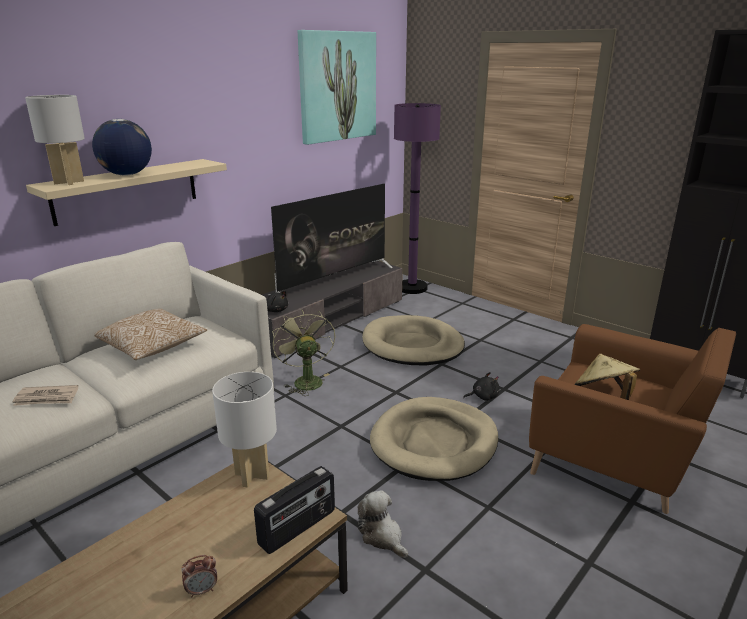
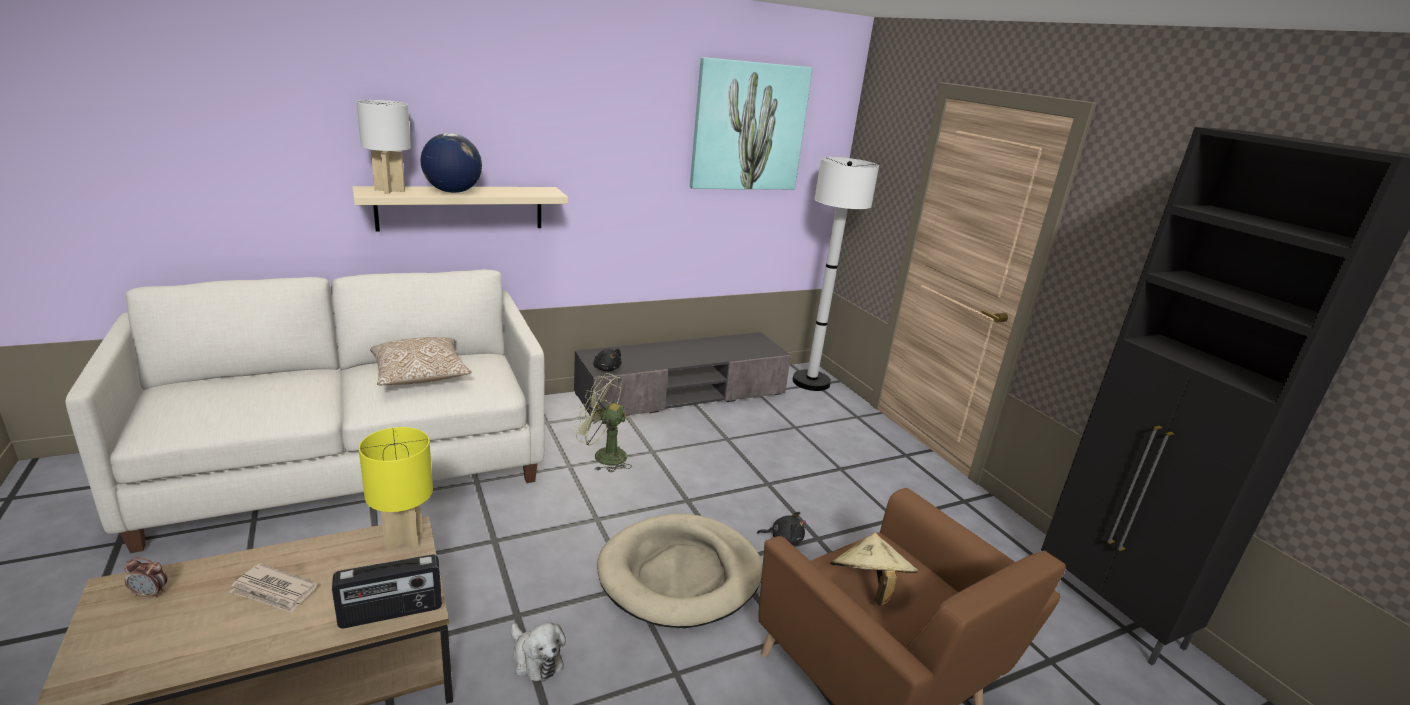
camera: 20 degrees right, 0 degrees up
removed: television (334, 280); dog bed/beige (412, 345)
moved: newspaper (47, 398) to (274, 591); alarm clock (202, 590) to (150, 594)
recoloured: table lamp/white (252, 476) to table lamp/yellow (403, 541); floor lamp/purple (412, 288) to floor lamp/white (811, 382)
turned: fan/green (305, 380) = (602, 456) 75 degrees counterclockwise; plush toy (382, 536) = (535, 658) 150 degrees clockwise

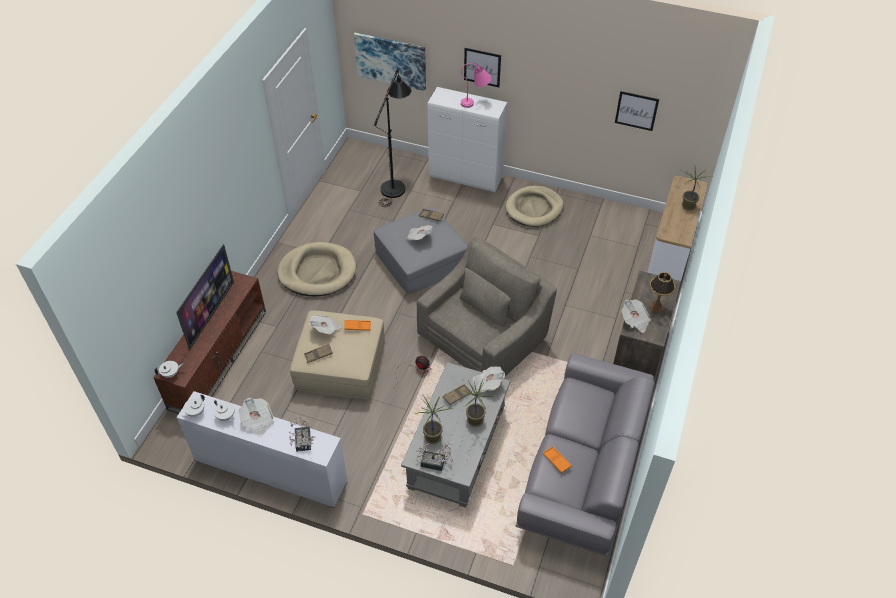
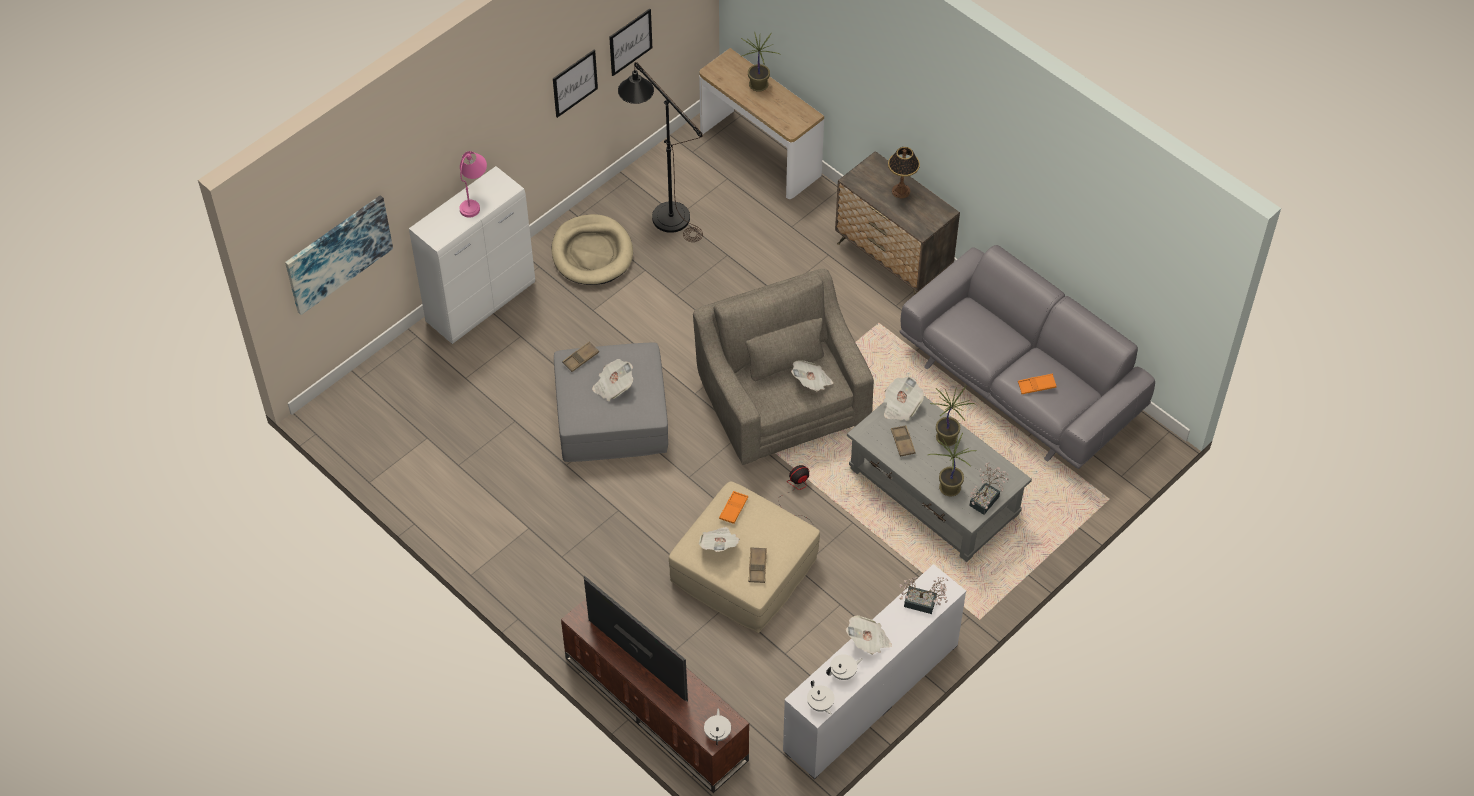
camera: 65 degrees left, 5 degrees up
removed: dog bed/beige (317, 272)
moved: floor lamp/black (395, 184) to (663, 211); picture (482, 67) to (574, 83); newspaper (634, 321) to (812, 382)

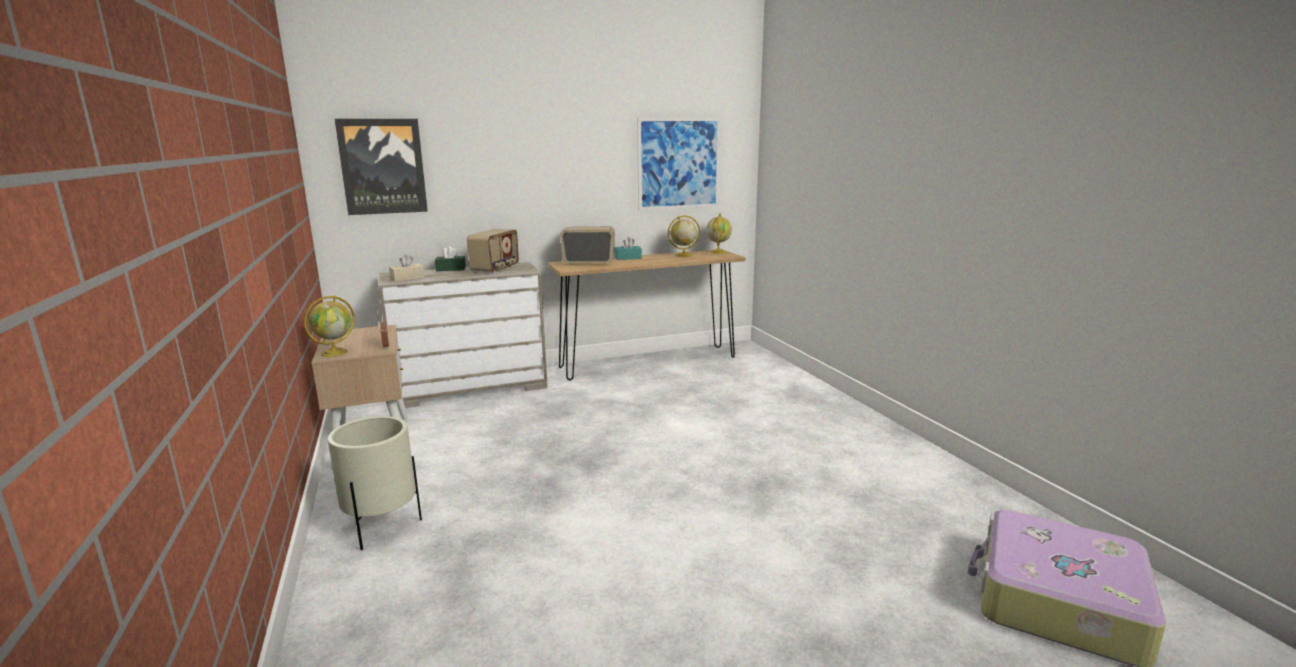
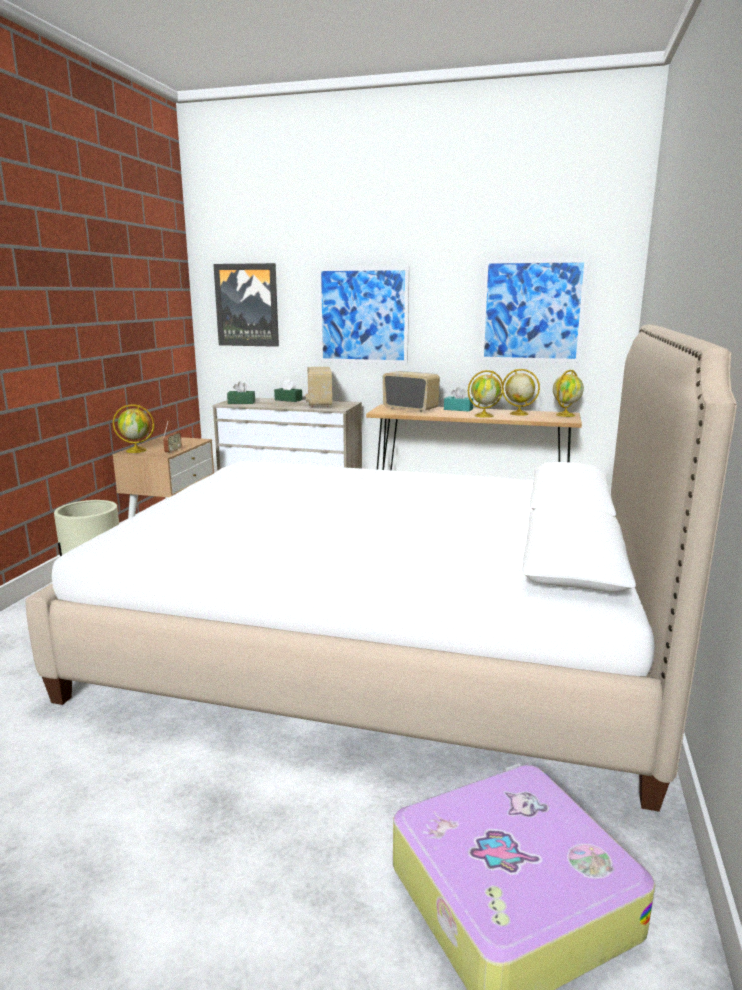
camera: 35 degrees right, 0 degrees up
added: bed (379, 641); picture (363, 315); globe (484, 415)
recoloured: tissue box/beige (407, 278) to tissue box/green (241, 403)
turned: radio (496, 269) = (319, 404) 120 degrees clockwise

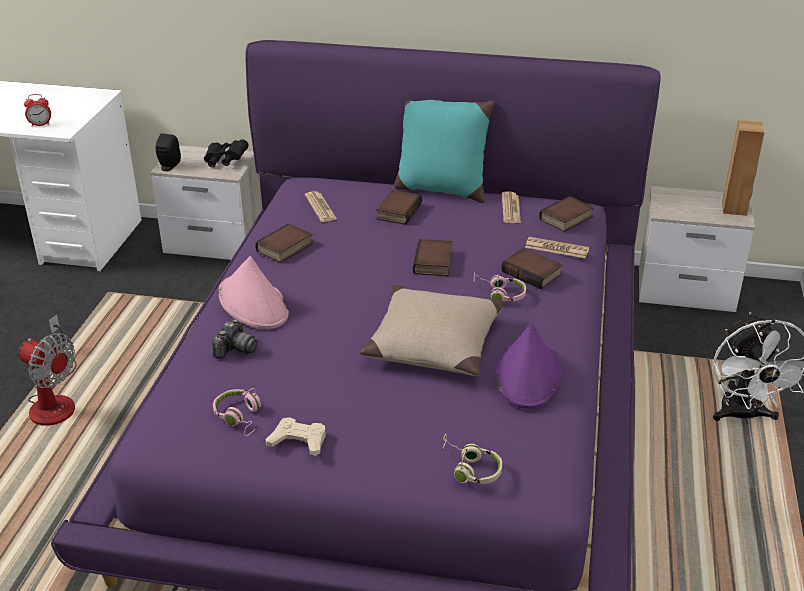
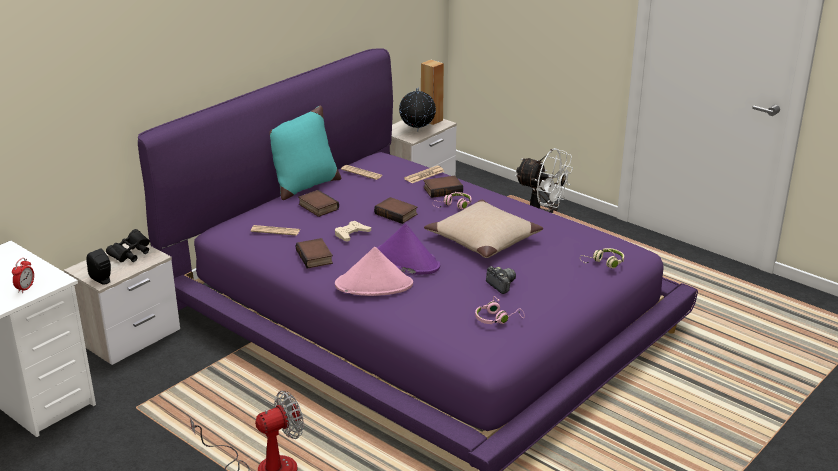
camera: 60 degrees left, 5 degrees down
removed: book (566, 219)
added: globe (417, 131)
moved: photo camera (235, 349) to (501, 285); game controller/beige (298, 441) to (351, 234); hat/purple (527, 374) to (406, 260)

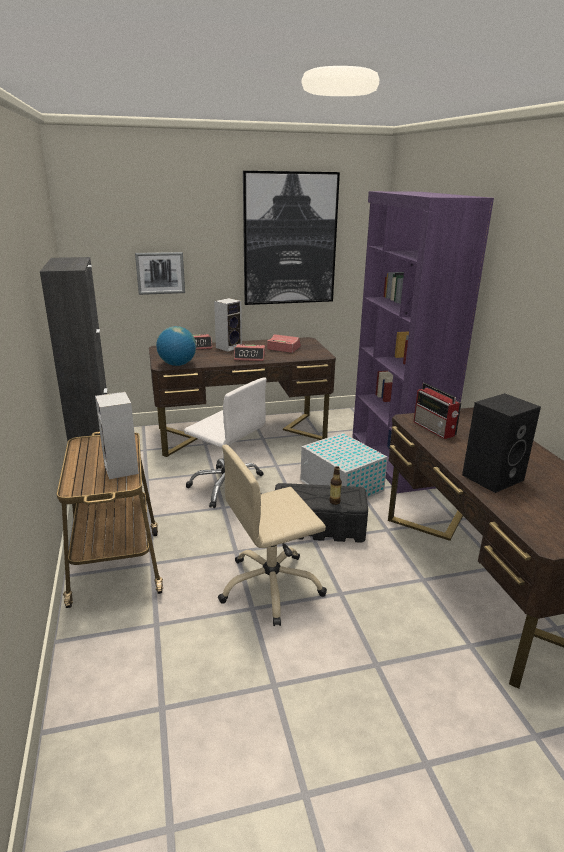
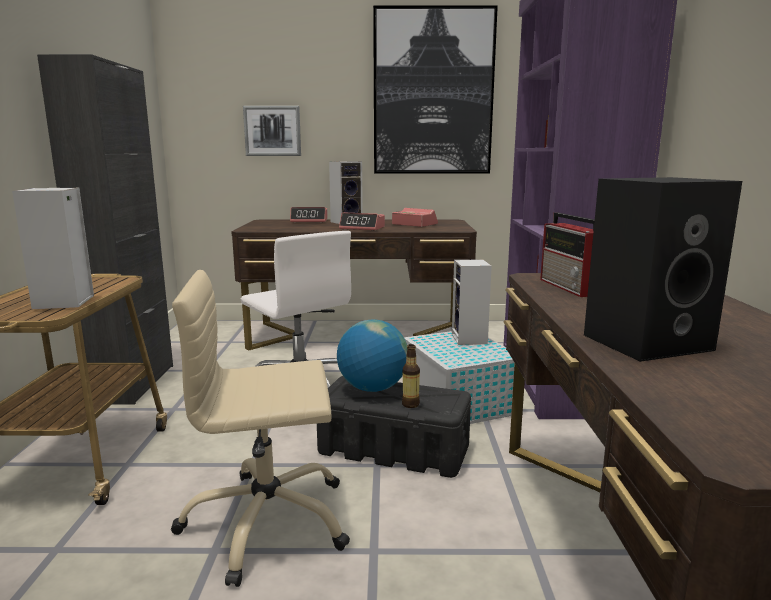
camera: 15 degrees right, 10 degrees down
added: speaker (470, 339)
moved: globe (177, 364) to (372, 388)

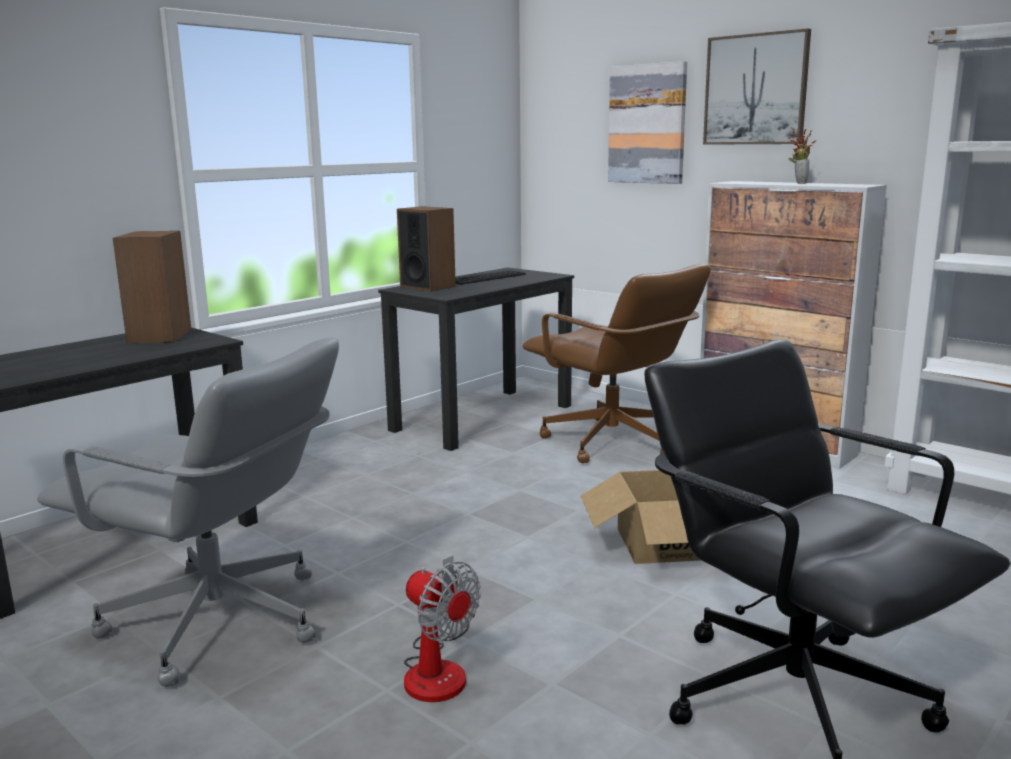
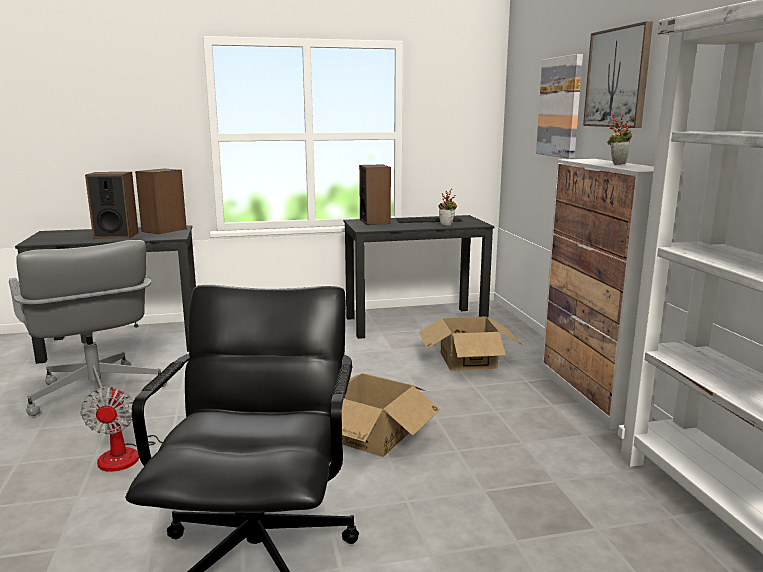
camera: 35 degrees right, 0 degrees up
added: speaker (116, 235); potted plant (447, 224)
replaced: office chair/brown (612, 443) to cardboard box (467, 360)

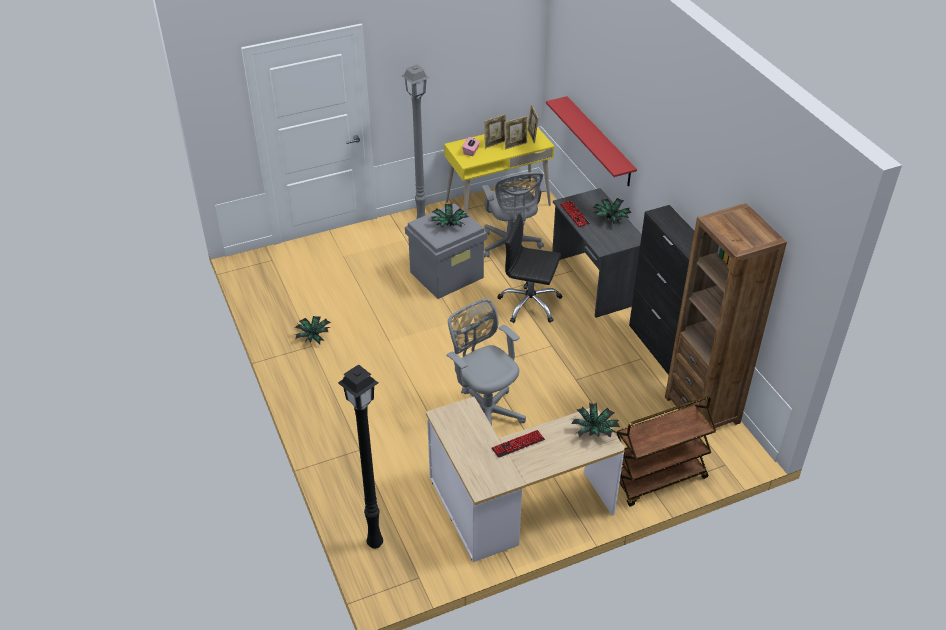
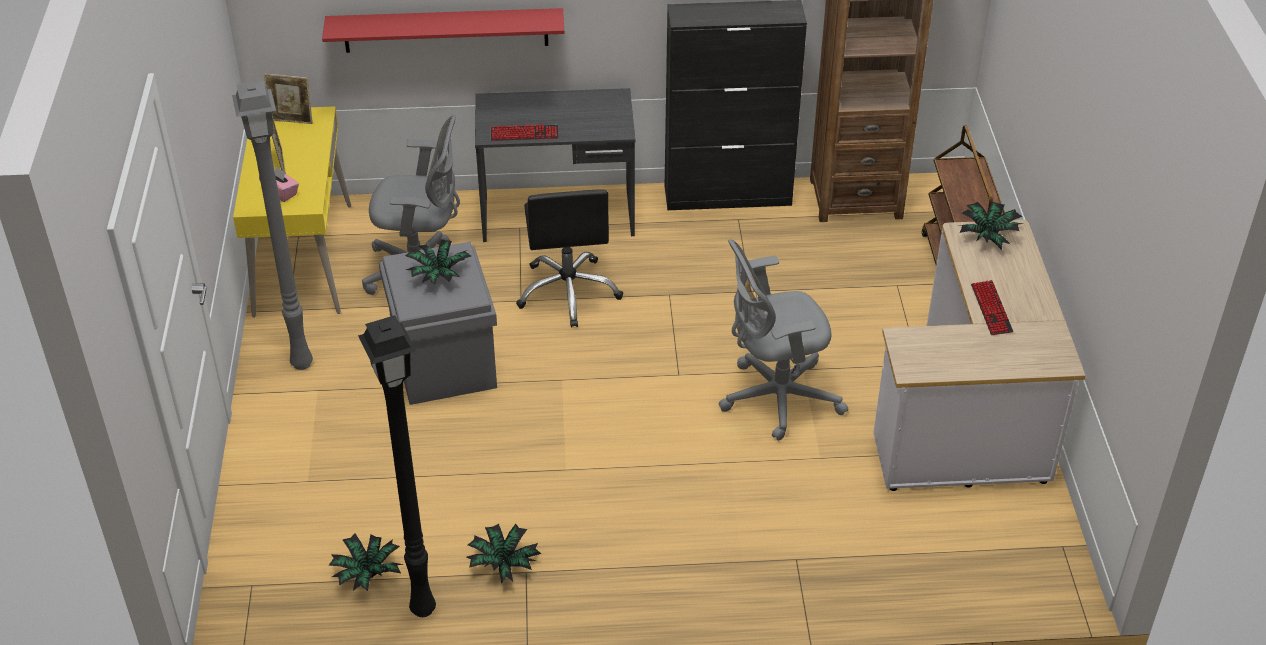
camera: 70 degrees left, 0 degrees up
removed: picture frame (515, 145)
moved: floor lamp/black (376, 543) to (424, 607); potted plant (610, 218) to (367, 574)
turned: office chair/black (529, 304) = (569, 291) 45 degrees counterclockwise

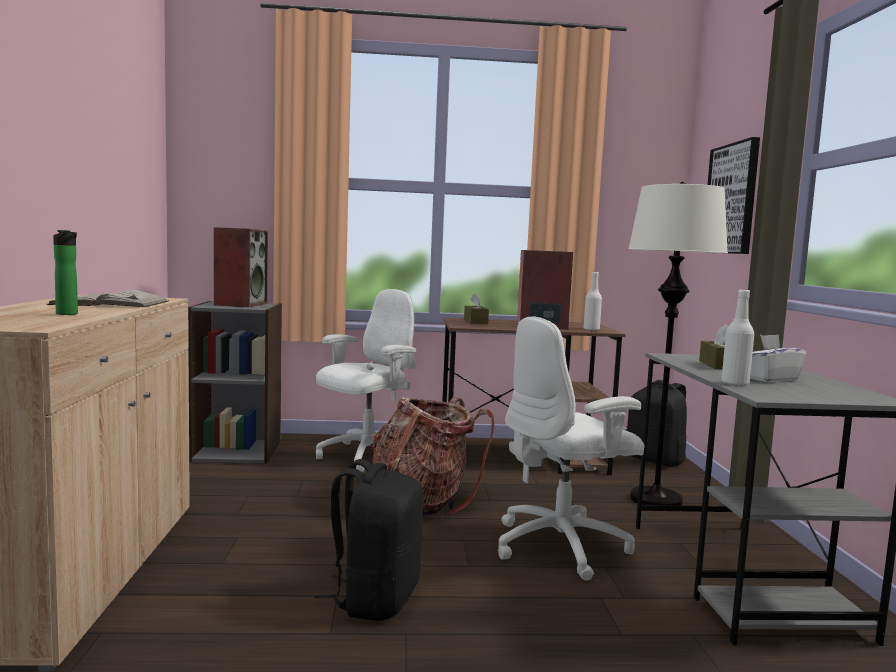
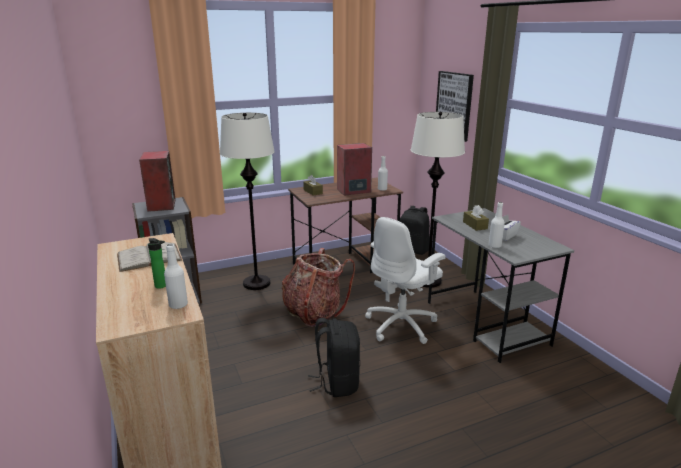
camera: 20 degrees left, 15 degrees up
added: bottle/white (178, 305)
replaced: office chair/white (366, 456) to floor lamp/white (257, 283)

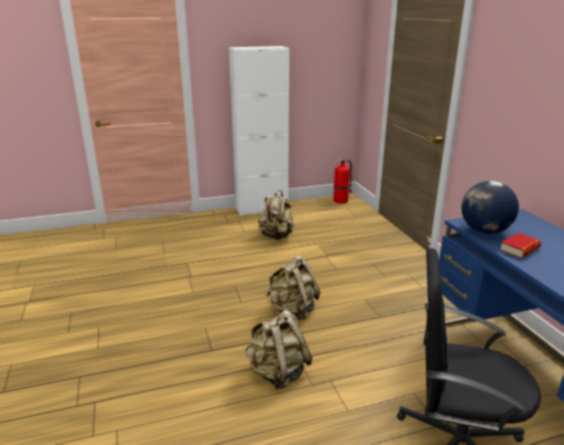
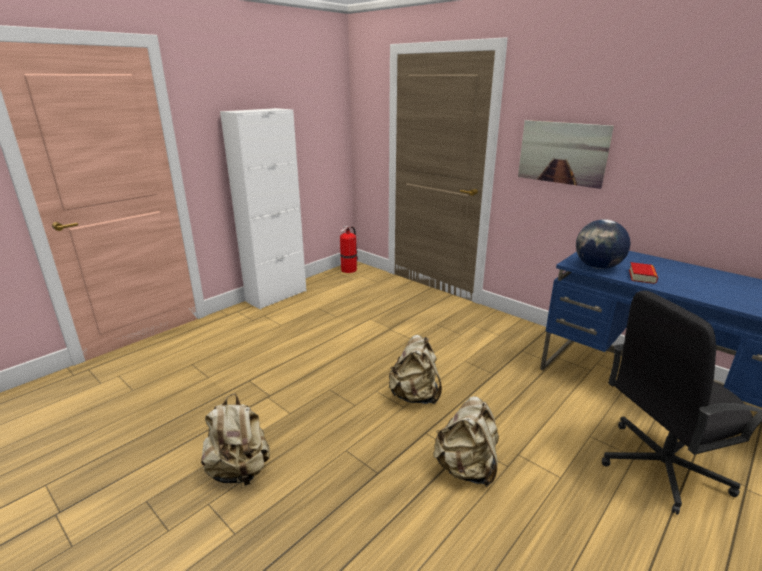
camera: 30 degrees left, 0 degrees up
added: picture (562, 153)
moved: backpack/beige (276, 236) to (239, 471)

